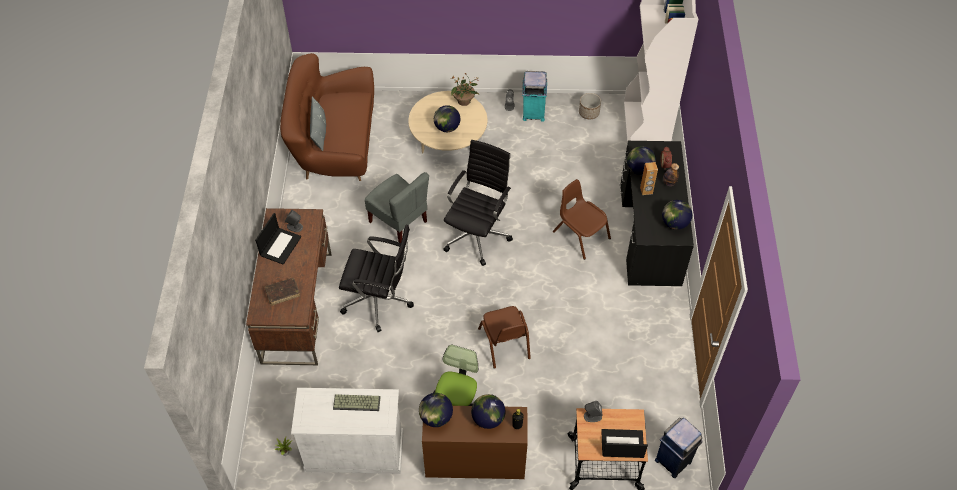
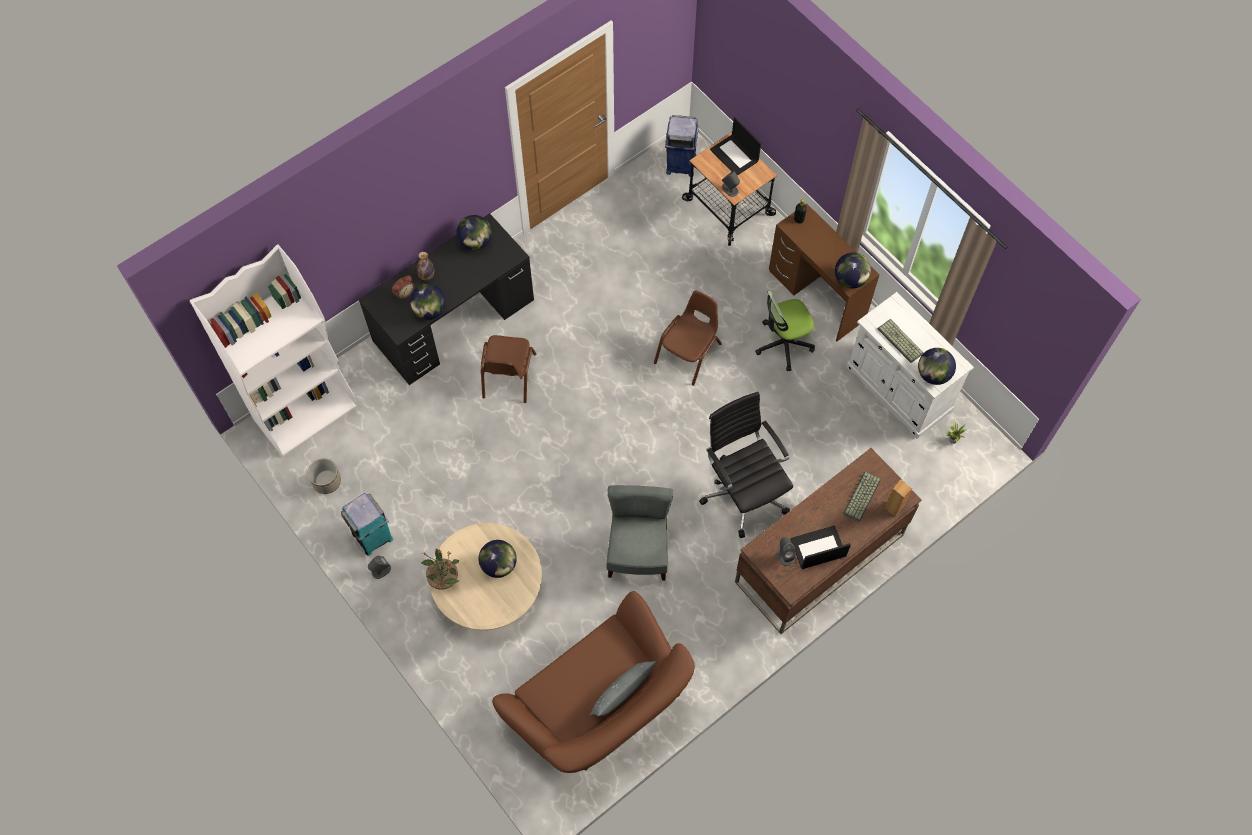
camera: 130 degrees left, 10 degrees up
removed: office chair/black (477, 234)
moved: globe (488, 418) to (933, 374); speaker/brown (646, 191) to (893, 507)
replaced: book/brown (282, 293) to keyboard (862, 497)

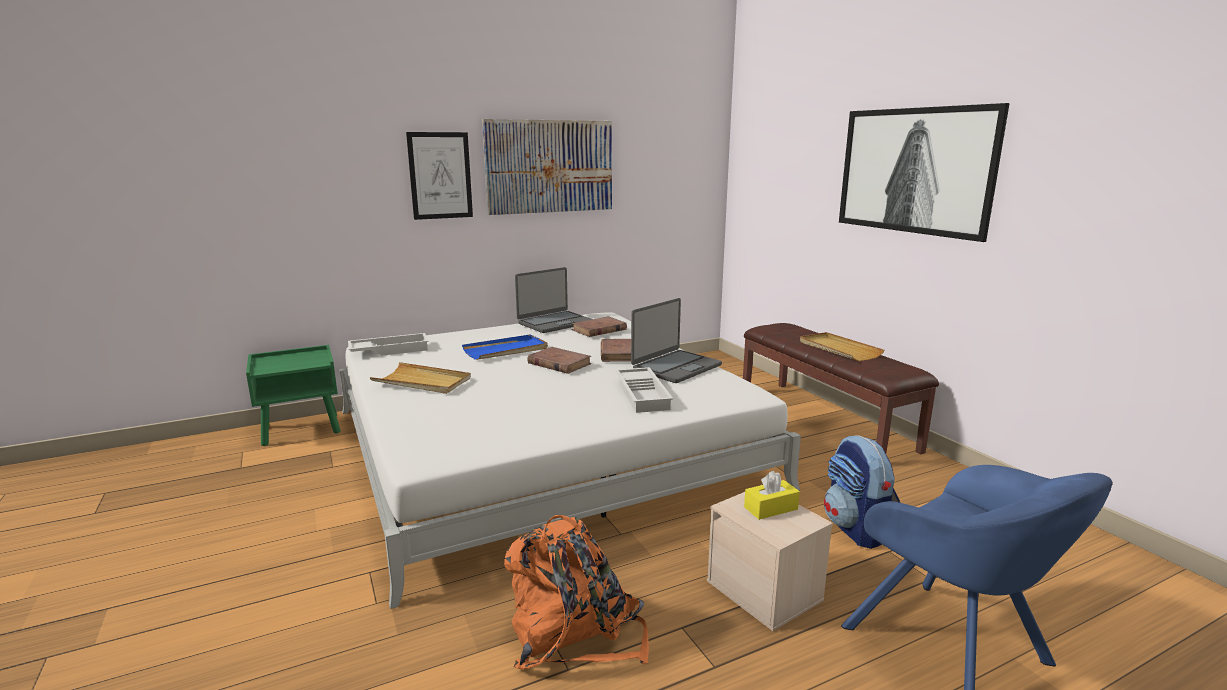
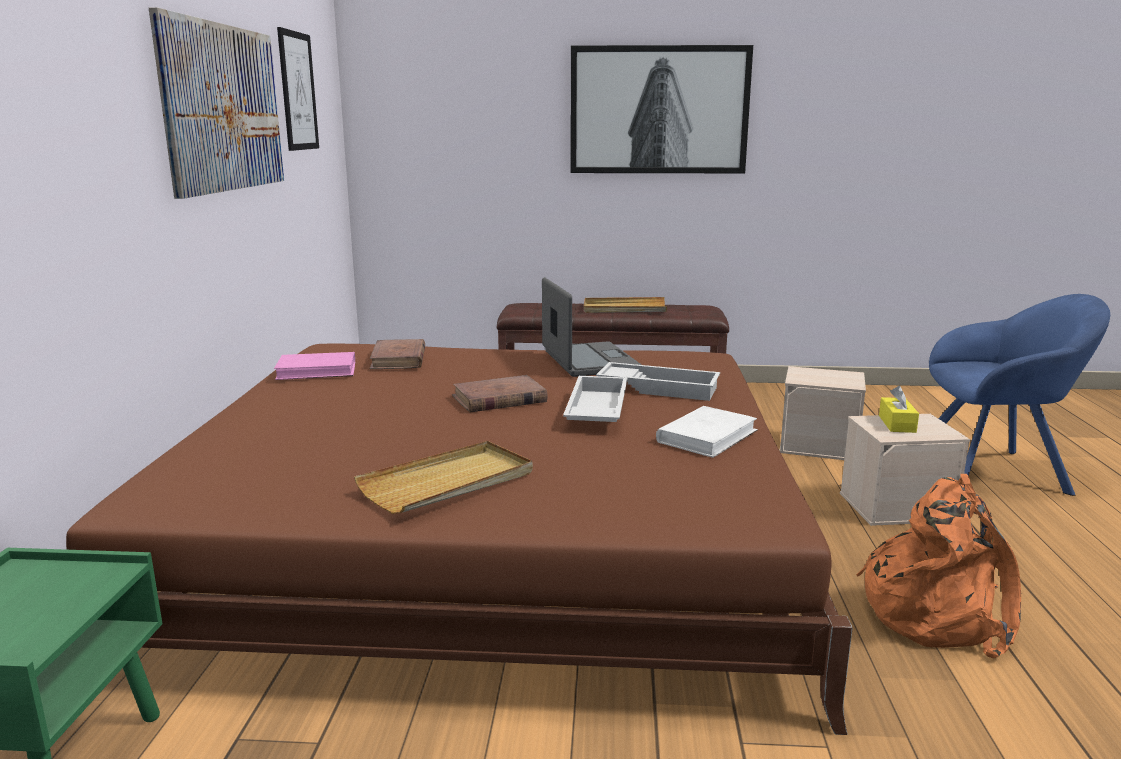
camera: 60 degrees left, 0 degrees up
removed: tray/blue (506, 350); book/brown (618, 353)
added: book/white (707, 436)
moved: tray/white (390, 350) to (595, 411); picture (440, 175) to (298, 91)
replaced: laptop (554, 323) to book/pink (317, 371); backpack (856, 529) to storage box/beige (819, 445)
recoloured: bed/white (542, 447) to bed/brown (492, 535)

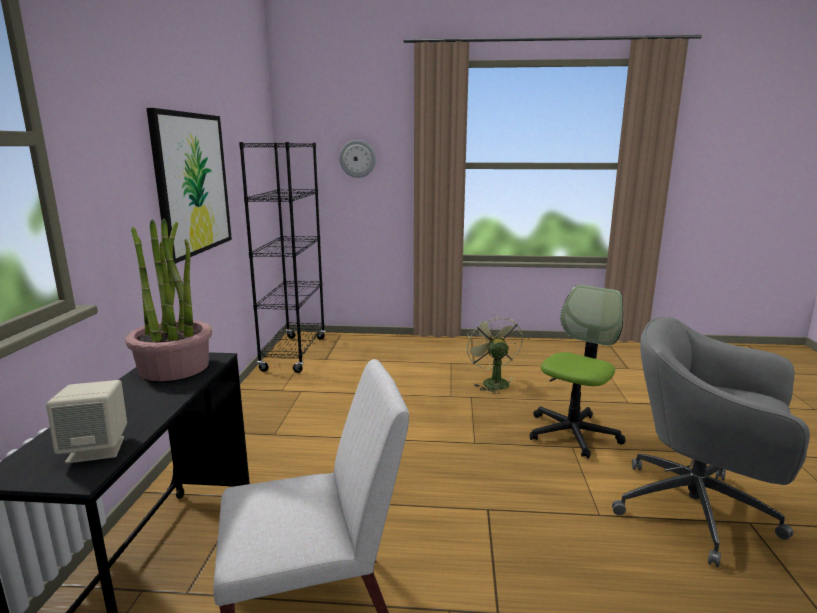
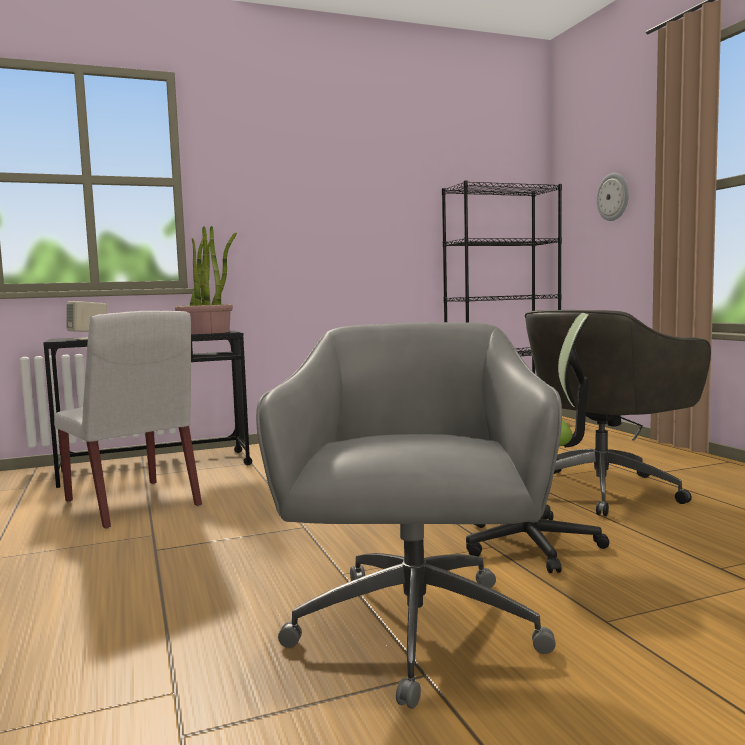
camera: 65 degrees right, 10 degrees down
removed: picture (192, 184)
replaced: fan/green (492, 382) to office chair/grey (604, 490)

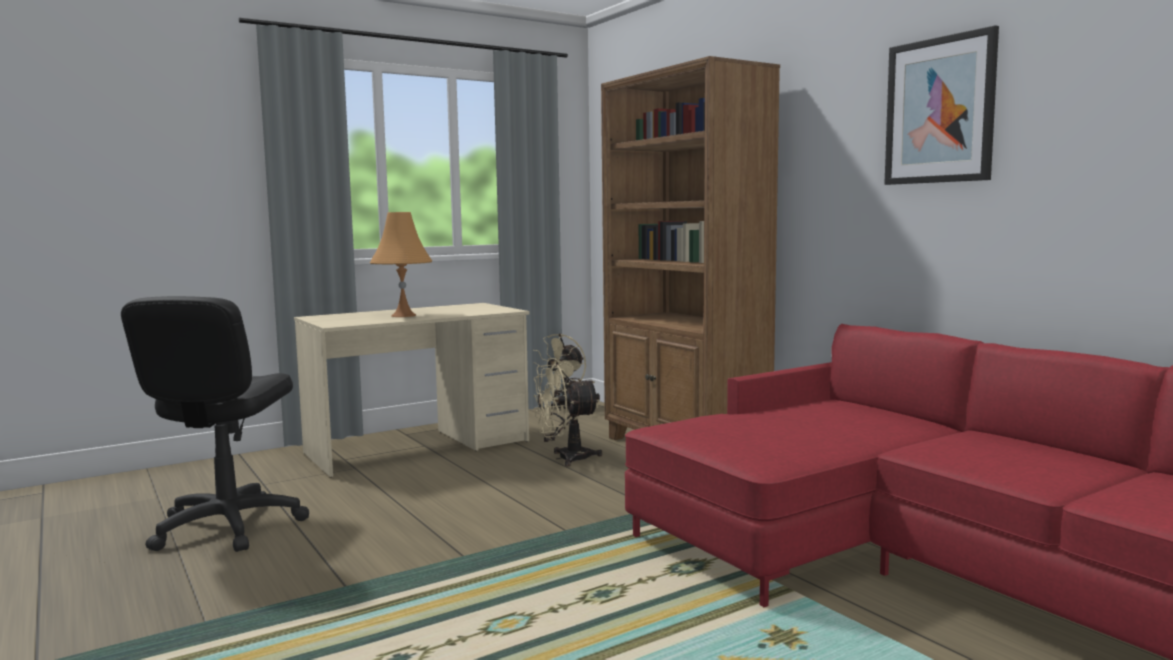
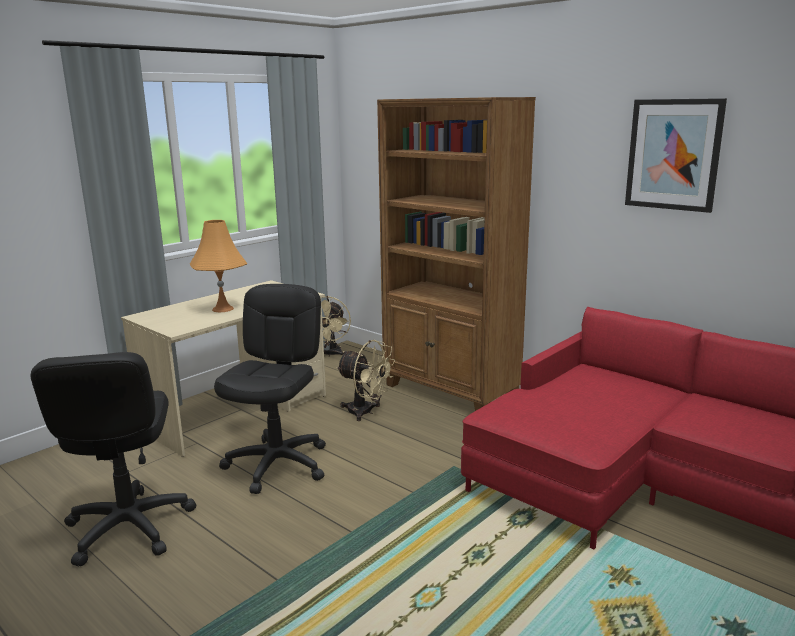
camera: 15 degrees left, 10 degrees up
added: office chair/black (278, 464)
turned: fan/beige (565, 458) = (366, 412) 120 degrees counterclockwise

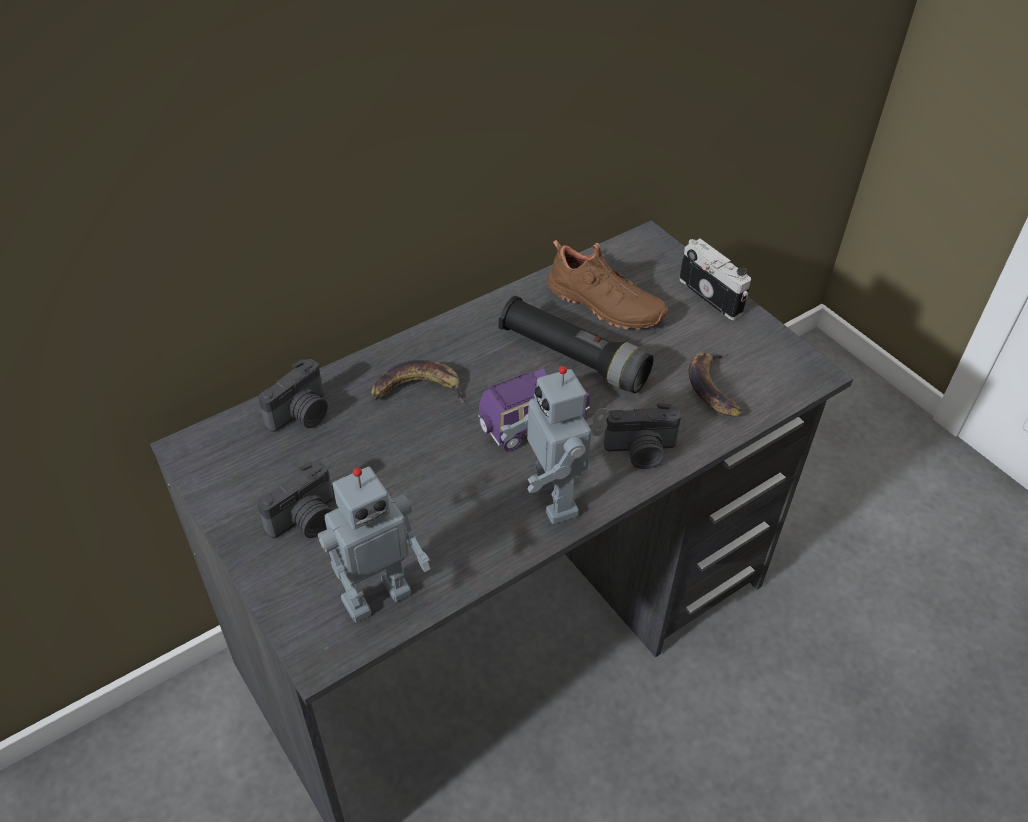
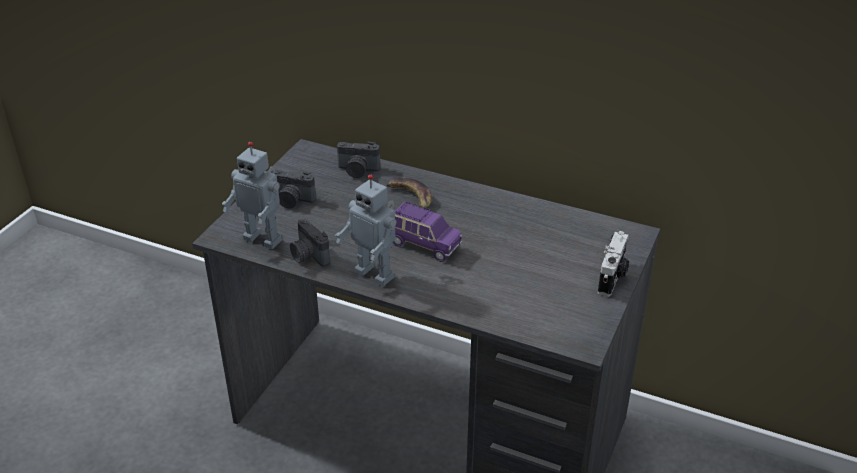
camera: 60 degrees right, 10 degrees down
removed: flashlight/black (573, 358); shoe/brown (603, 306); banana (714, 388)
moved: photo camera (641, 452) to (308, 256)
turned: toy robot (557, 498) = (376, 273) 90 degrees counterclockwise

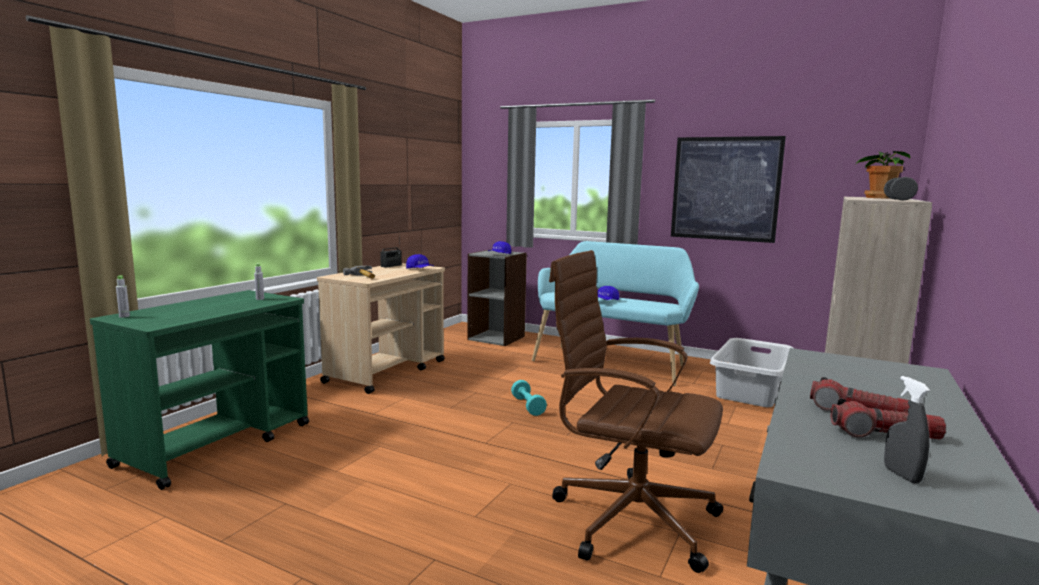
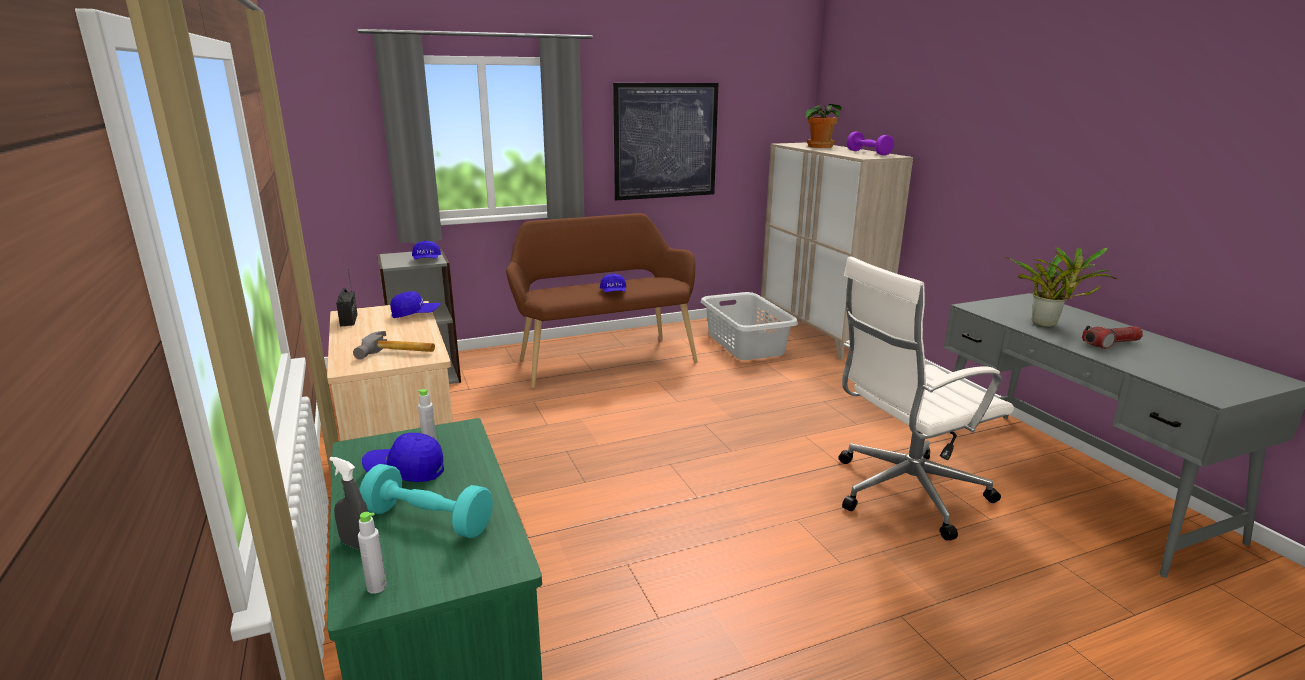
camera: 50 degrees left, 10 degrees up
removed: flashlight (884, 435)
added: cap/blue (405, 471); potted plant (1047, 325)
moved: dumbbell/turquoise (528, 406) to (428, 520); spray bottle/grey (901, 475) to (357, 545)
recoloured: bench/turquoise (612, 362) to bench/brown (603, 359); office chair/brown (629, 518) to office chair/white (904, 492); dumbbell/grey (898, 199) to dumbbell/purple (868, 153)

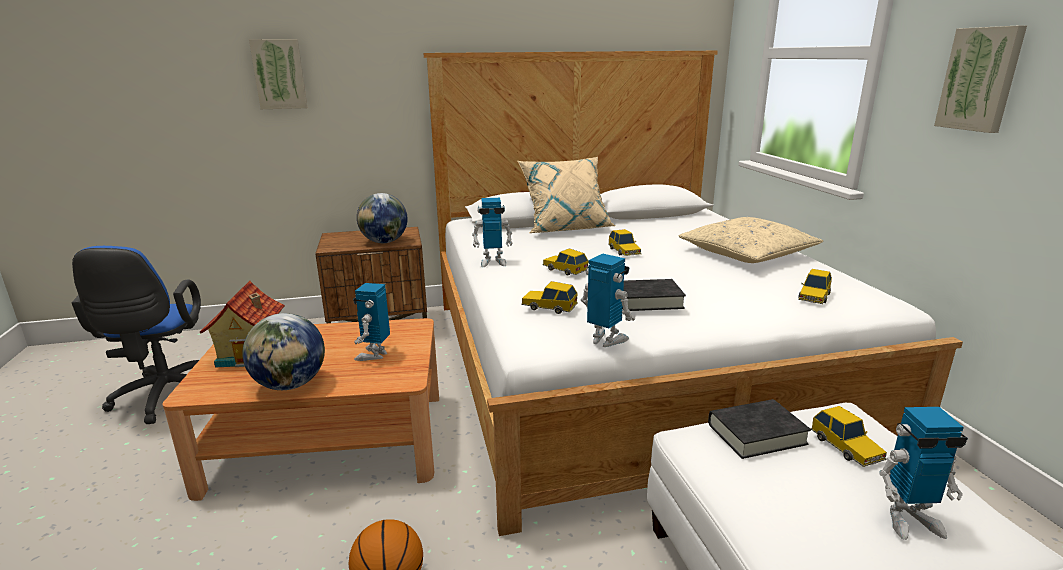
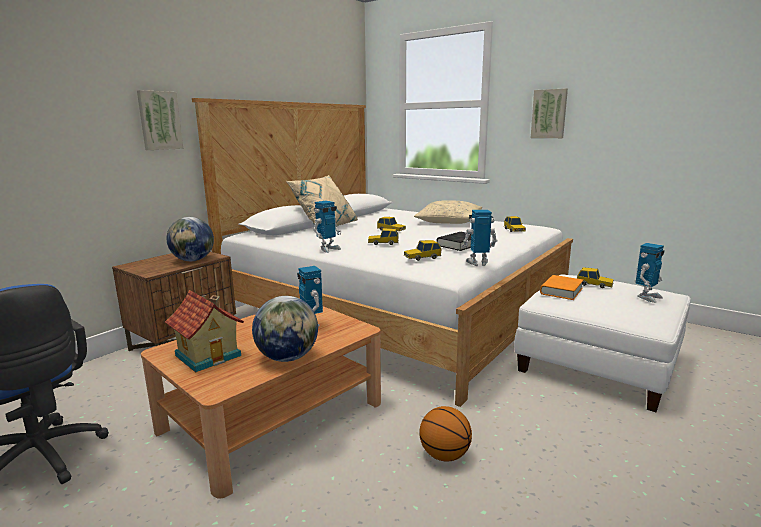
camera: 40 degrees left, 5 degrees down
moved: picture (279, 74) to (159, 120)
recoloured: book/black (756, 434) to book/orange (561, 291)

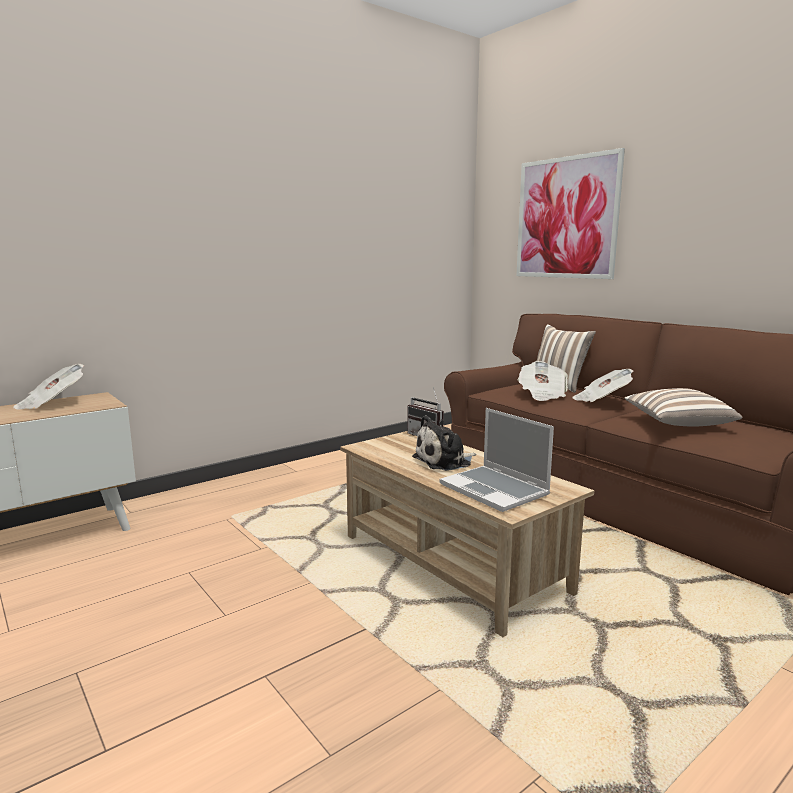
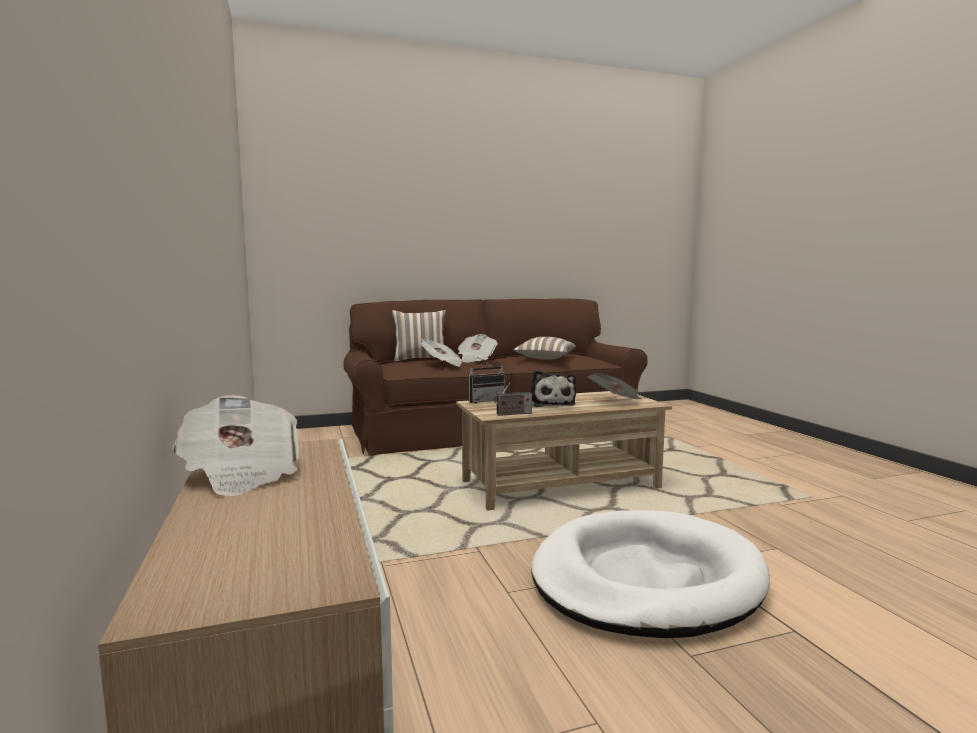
camera: 70 degrees left, 5 degrees down
removed: picture (566, 218)
added: radio (512, 414); dog bed/white (645, 579)
replaced: laptop (495, 490) to newspaper (616, 401)

